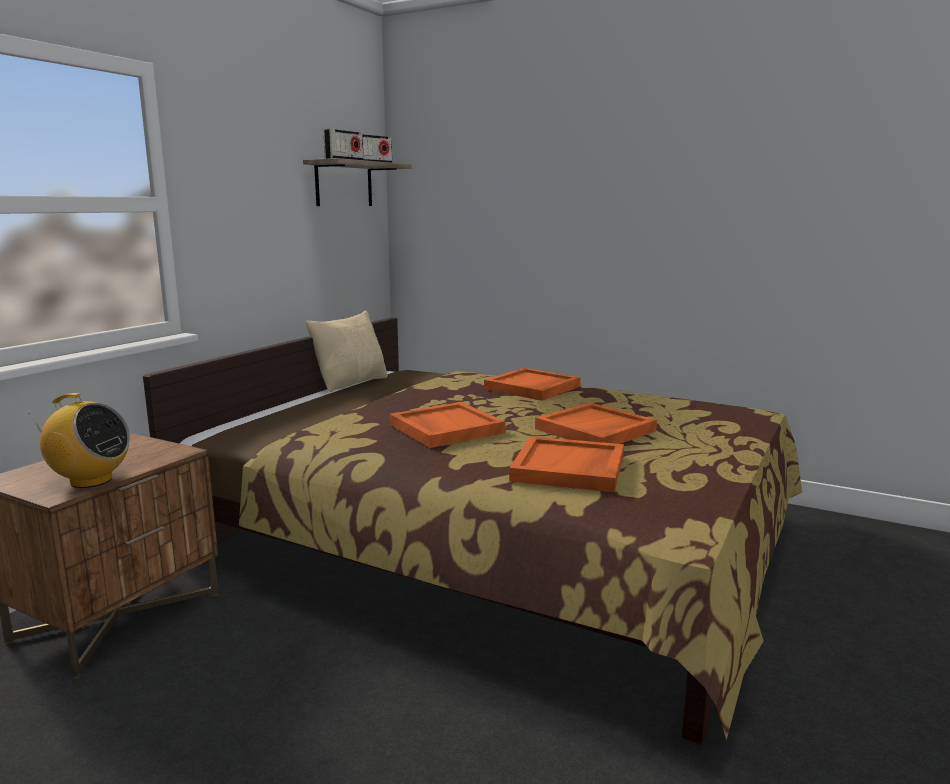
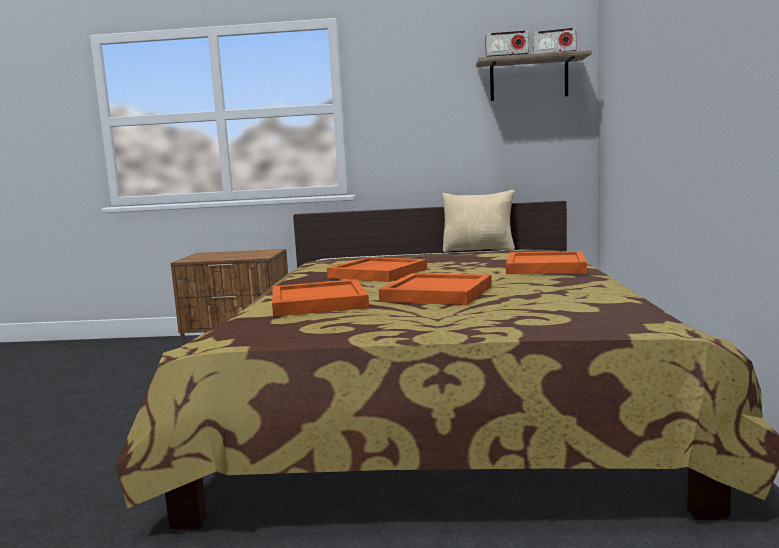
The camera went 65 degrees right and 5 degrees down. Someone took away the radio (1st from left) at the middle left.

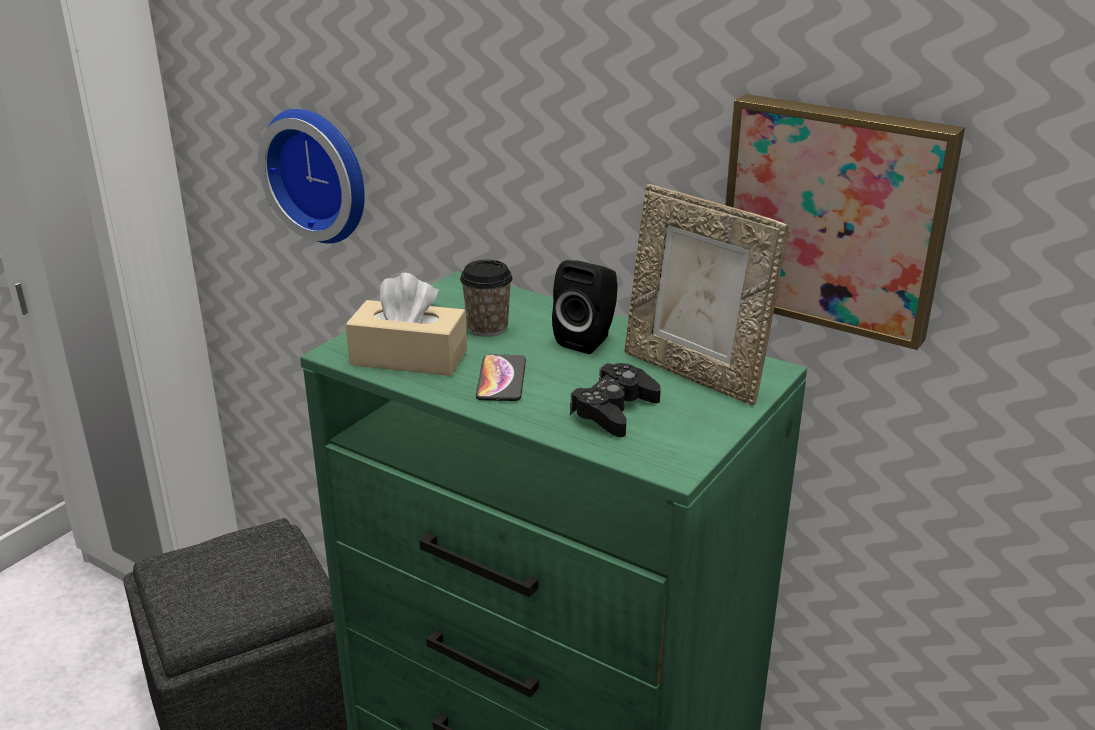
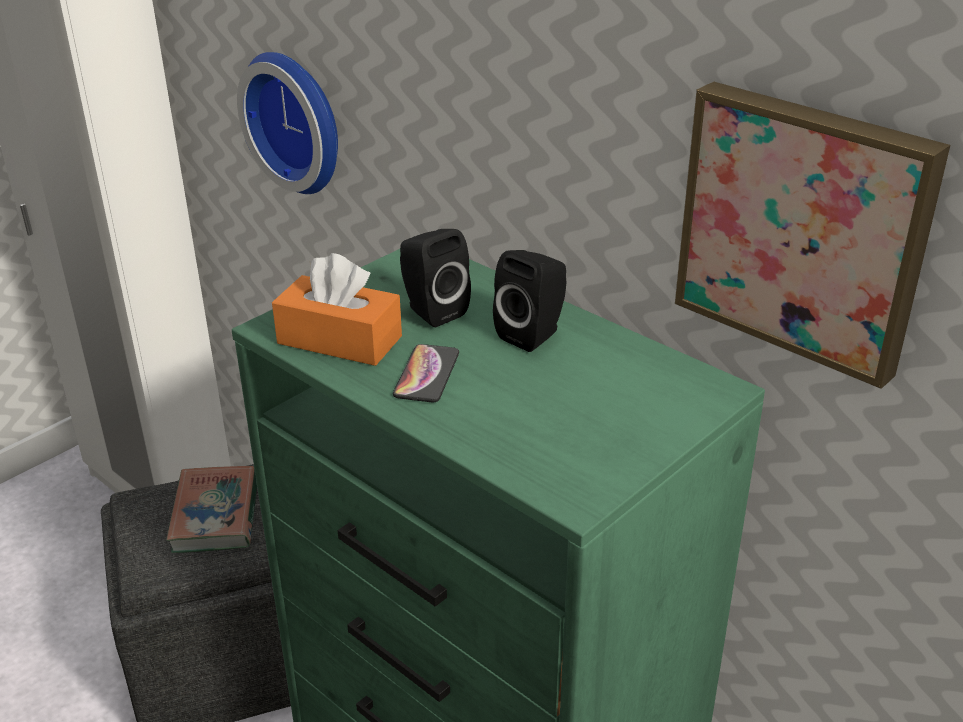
The camera went 10 degrees right and 5 degrees up. Someone repainted the tissue box in beige at the centre, which became the tissue box in orange at the centre. Someone swapped the cup at the centre for the speaker in black (1st from left) at the centre. Someone took away the game controller in black at the centre. Someone took away the picture frame at the centre. Someone put down the book at the bottom left.

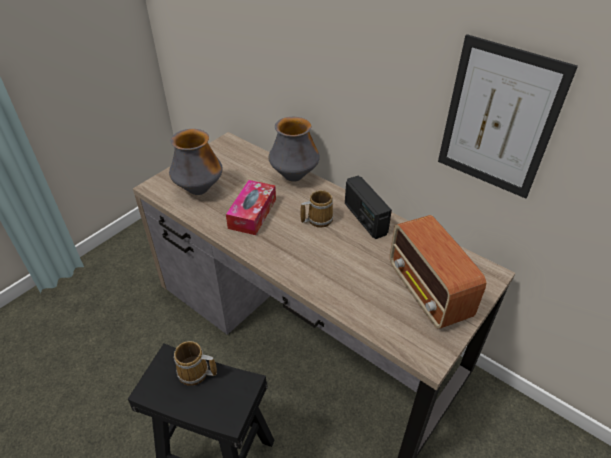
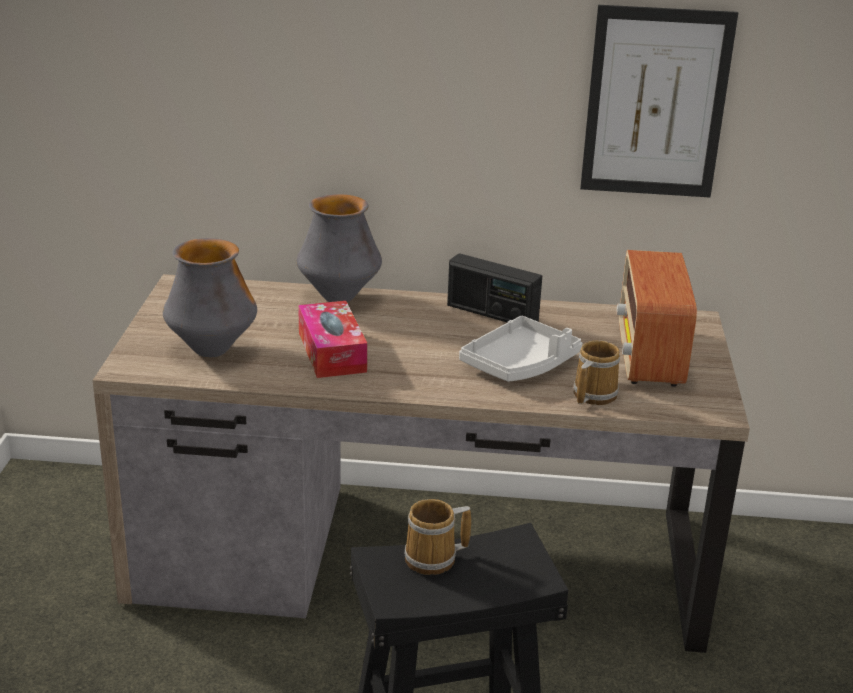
The camera went 35 degrees left and 15 degrees down. Someone carried the mug (2nd from left) from the centre to the middle right. Someone rotated the radio (2nd from left) at the middle right by 60 degrees clockwise. Someone put down the tray in grey at the centre.

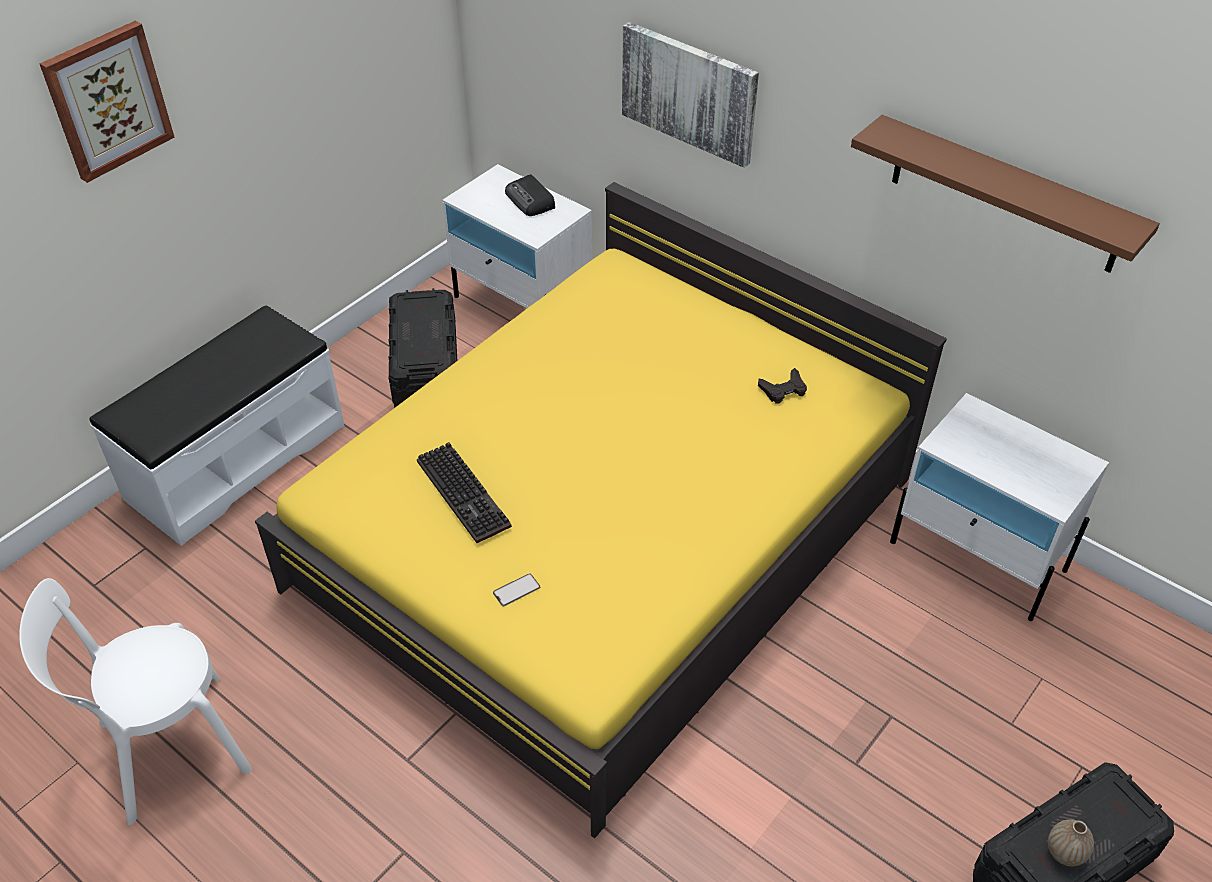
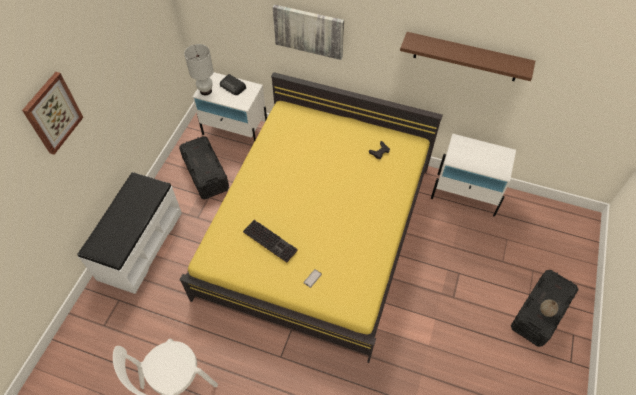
The camera went 20 degrees left and 10 degrees up. Someone put down the table lamp in white at the top left.

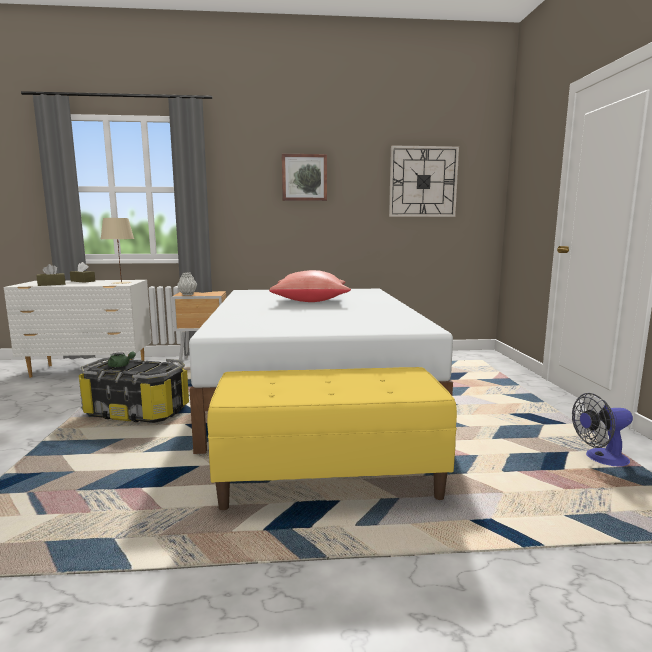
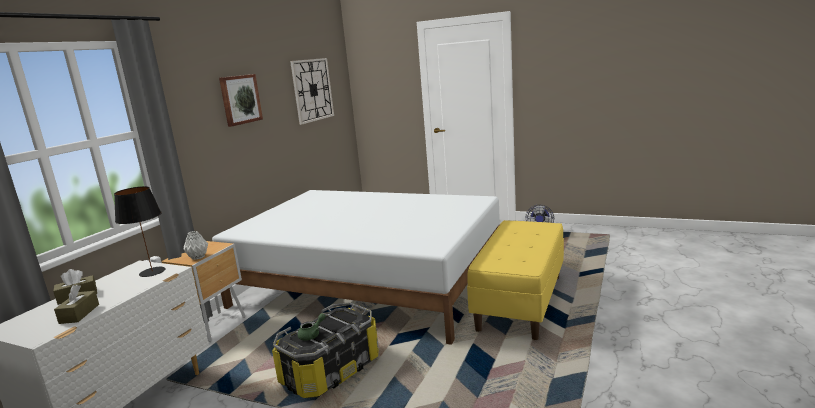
The camera went 60 degrees left and 5 degrees up. Someone repainted the table lamp in beige at the middle left, which became the table lamp in black at the middle left. Someone took away the pillow in red at the centre.

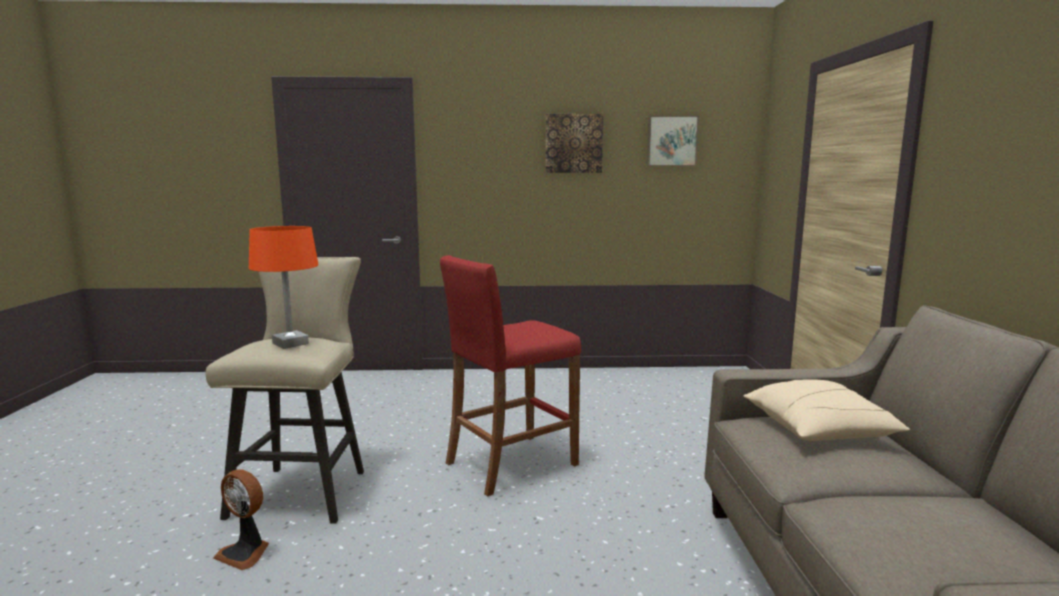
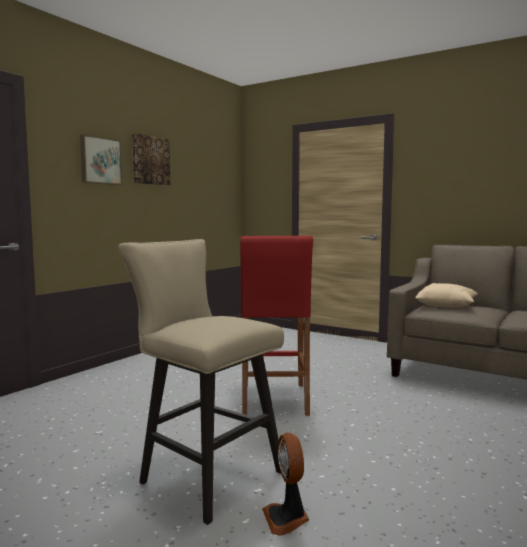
The camera went 55 degrees left and 5 degrees down. Someone rotated the fan at the bottom left by 105 degrees clockwise. Someone took away the table lamp in orange at the middle left. Someone carried the picture (2nd from left in the first image) from the top centre to the top left.

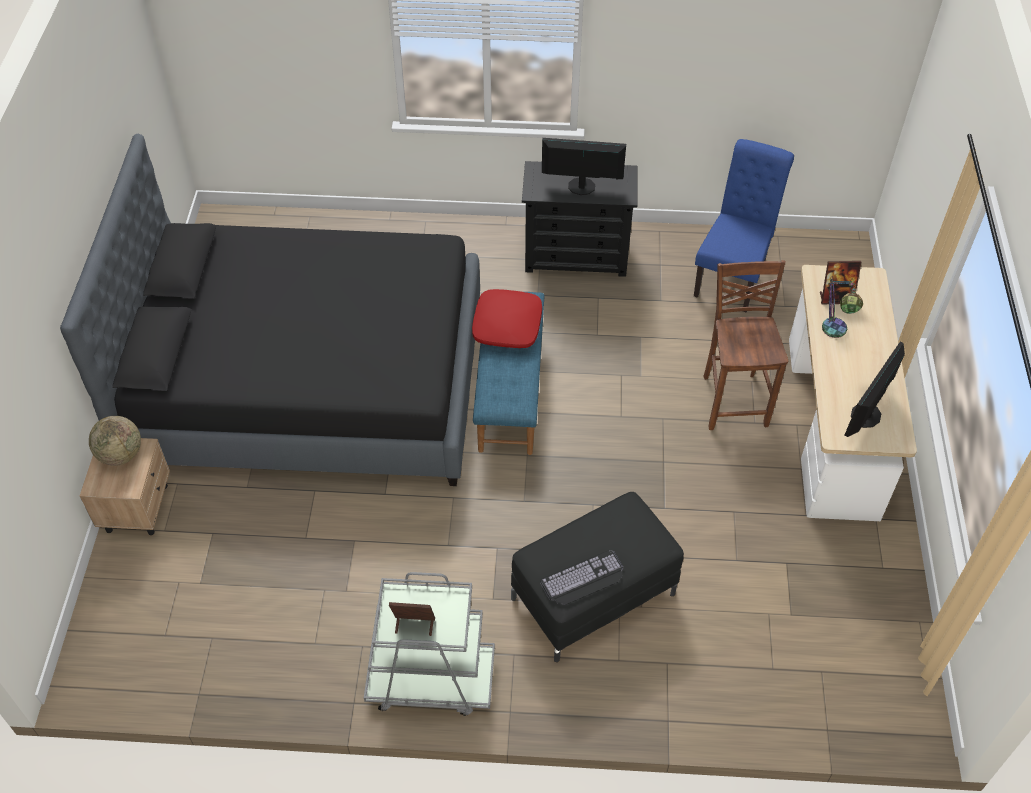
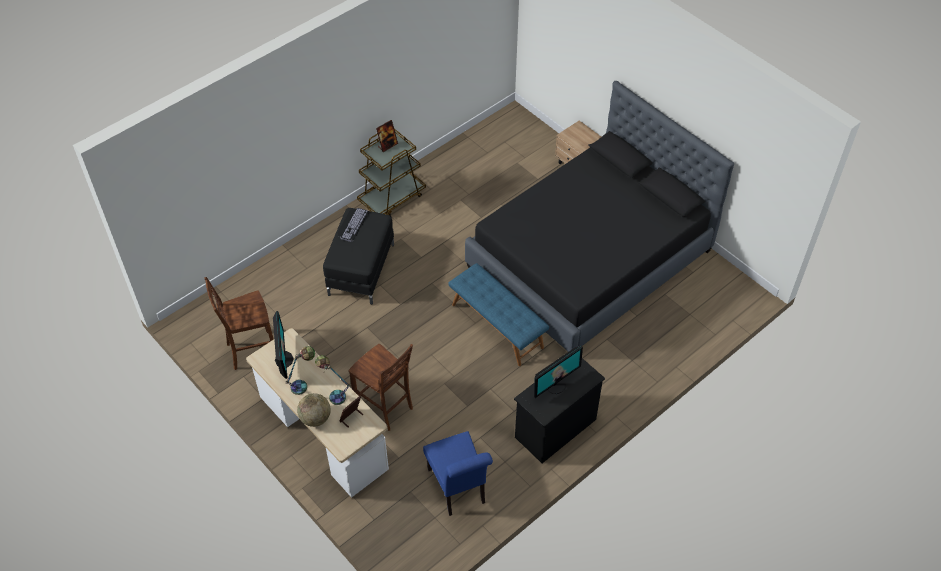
The camera went 135 degrees right and 0 degrees up. Someone carried the globe from the middle left to the bottom centre. Someone repainted the cart in grey at the bottom centre, which became the cart in brown at the top centre. Someone took away the pillow in red at the centre. Someone put down the chair in brown (1st from left) at the middle left. Someone put down the table lamp (1st from left) at the middle left.

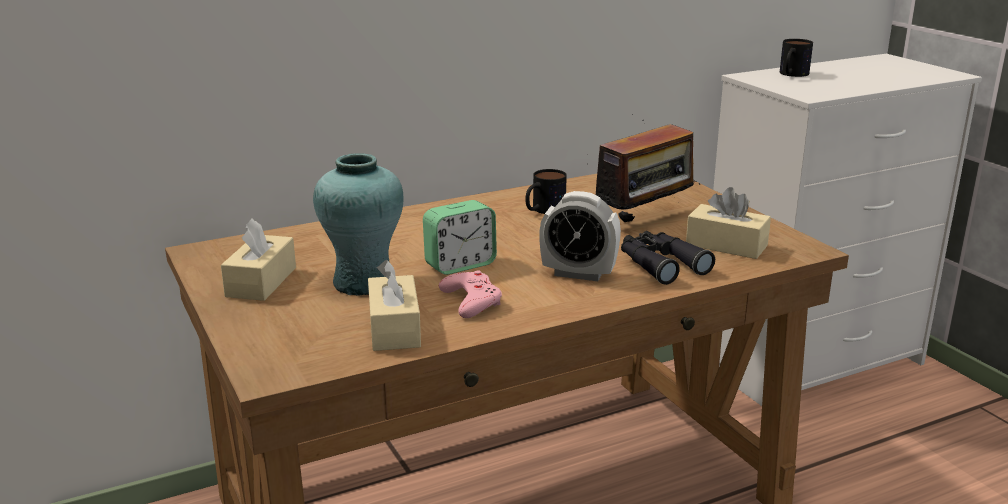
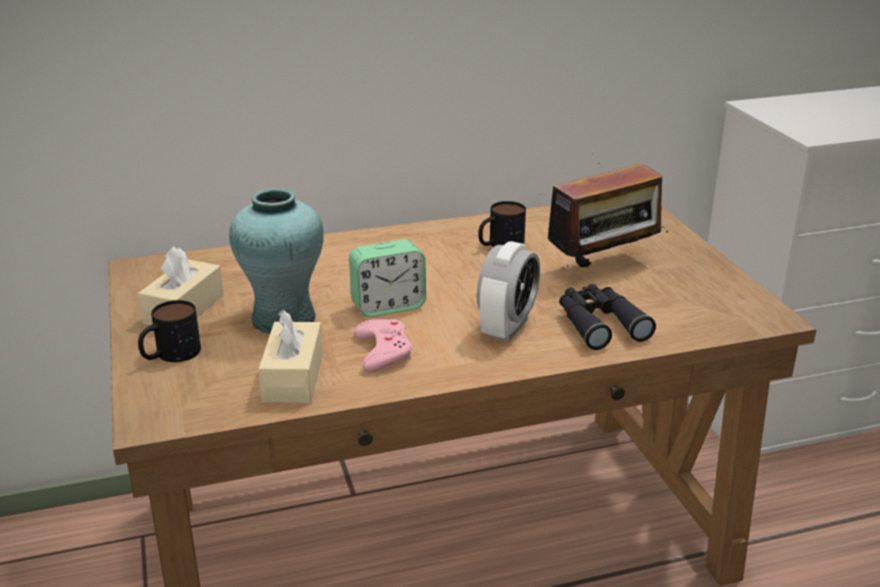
The camera went 10 degrees right and 5 degrees up. Someone rotated the alarm clock (2nd from left) at the centre by 90 degrees counterclockwise. Someone took away the tissue box in beige (3rd from left) at the middle right. Someone carried the mug (2nd from left in the first image) from the top right to the middle left.

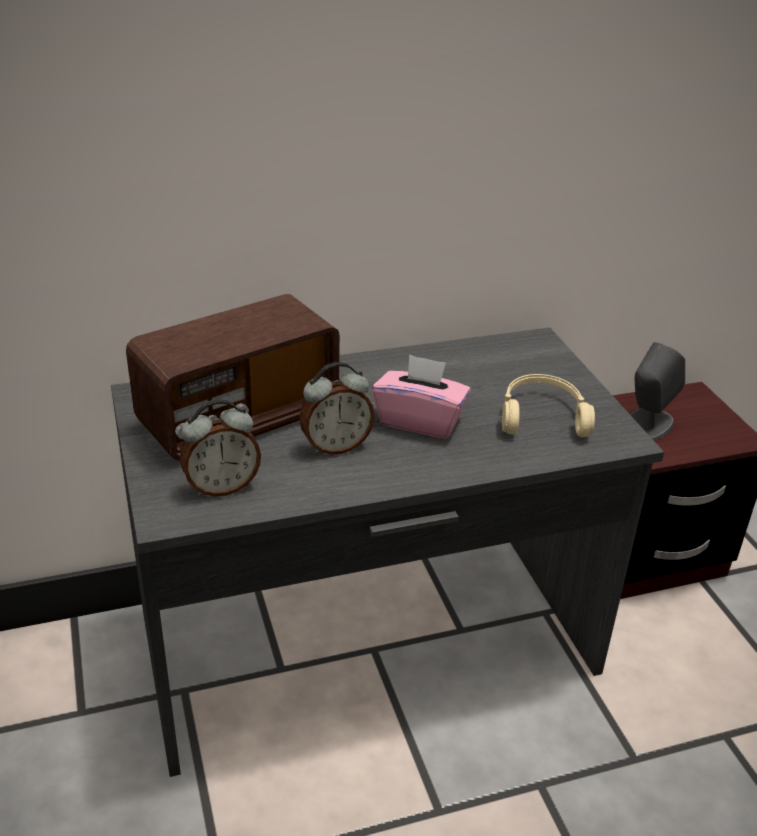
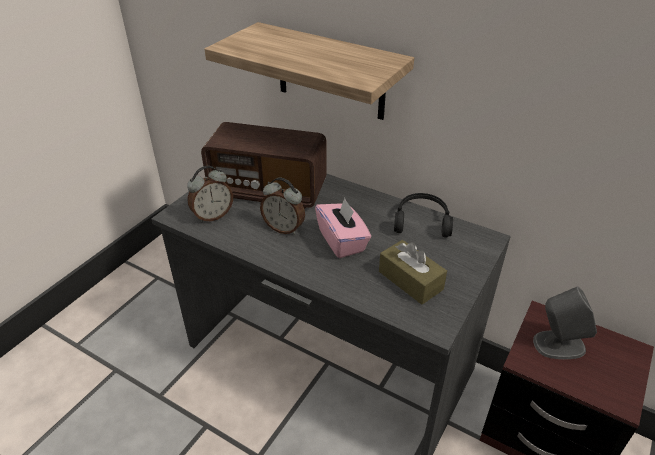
The camera went 50 degrees right and 5 degrees up. Someone rotated the alarm clock (1st from left) at the middle left by 60 degrees counterclockwise. Someone swapped the headphones in beige at the middle right for the tissue box in brown at the centre. Someone put up the shelf at the top centre. Someone put down the headphones in black at the centre.

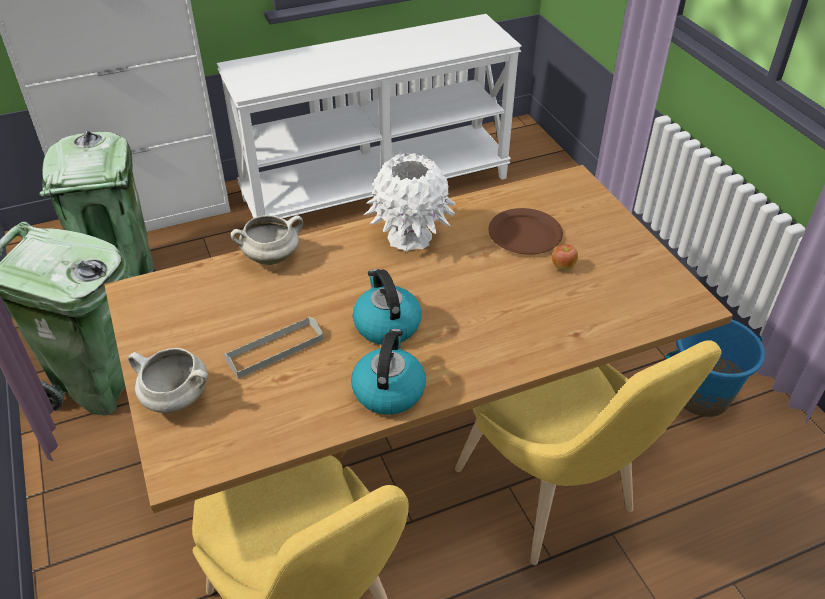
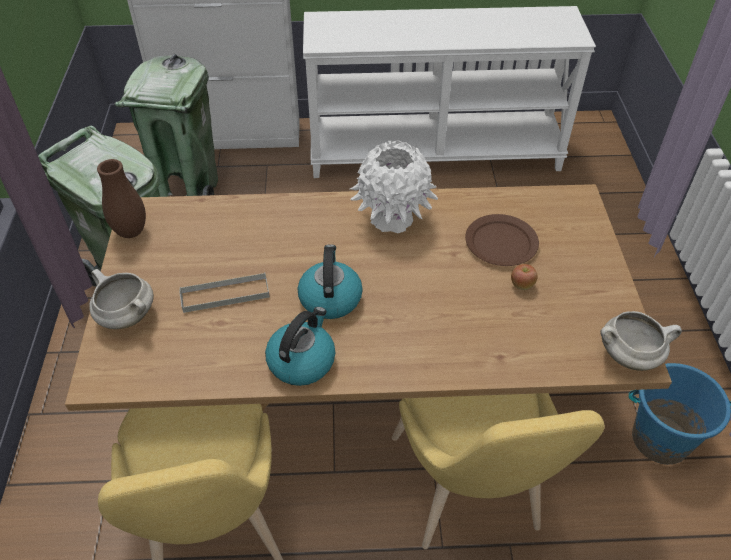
The camera went 20 degrees right and 5 degrees up. Someone carried the cooking pot in white (2nd from left) from the middle left to the middle right. Someone put down the vase in brown at the middle left.

